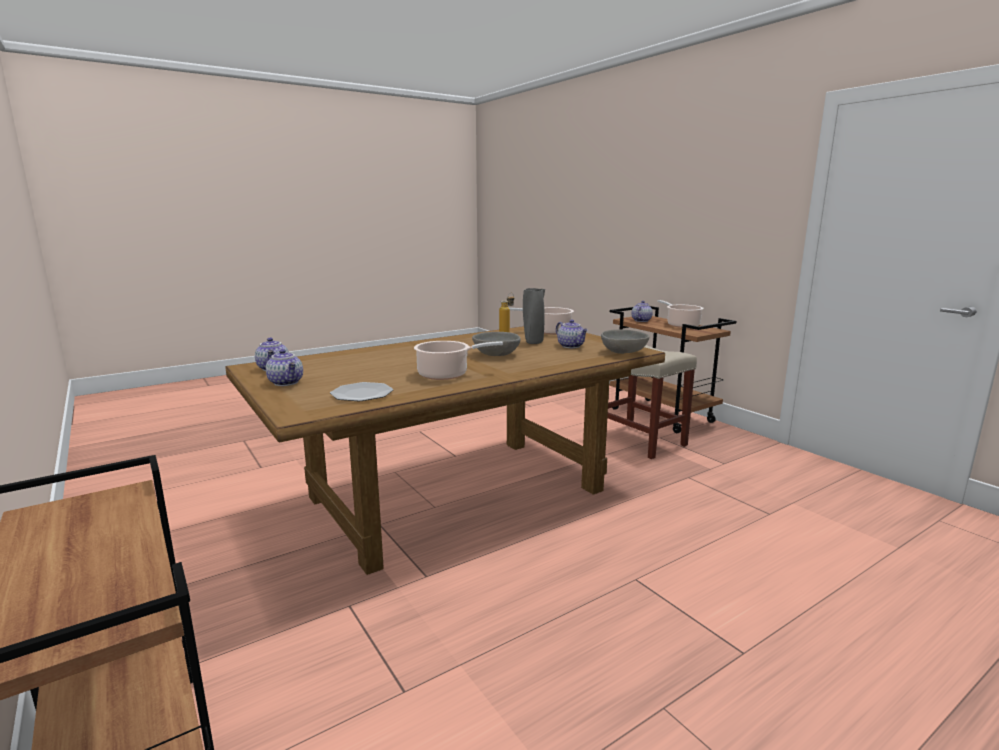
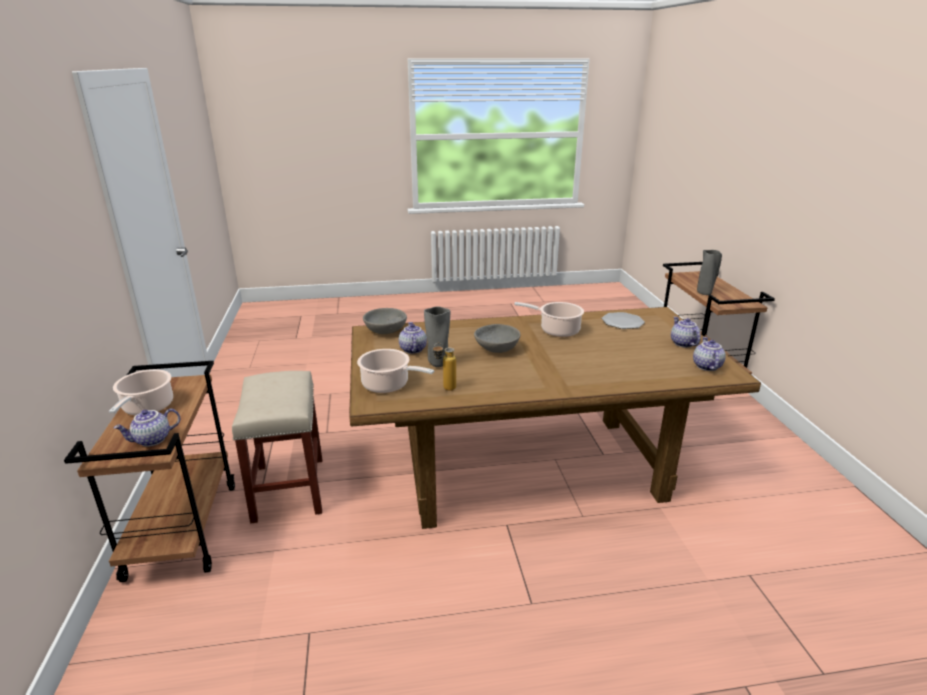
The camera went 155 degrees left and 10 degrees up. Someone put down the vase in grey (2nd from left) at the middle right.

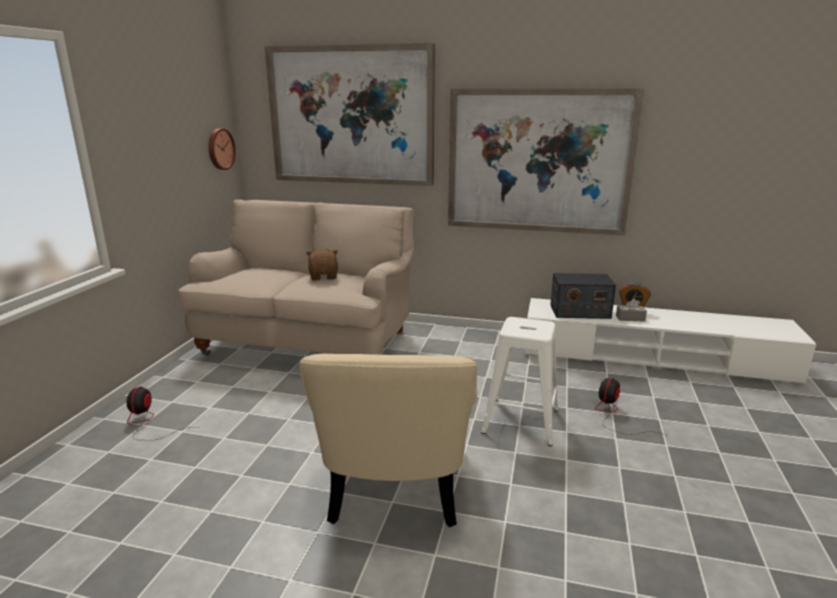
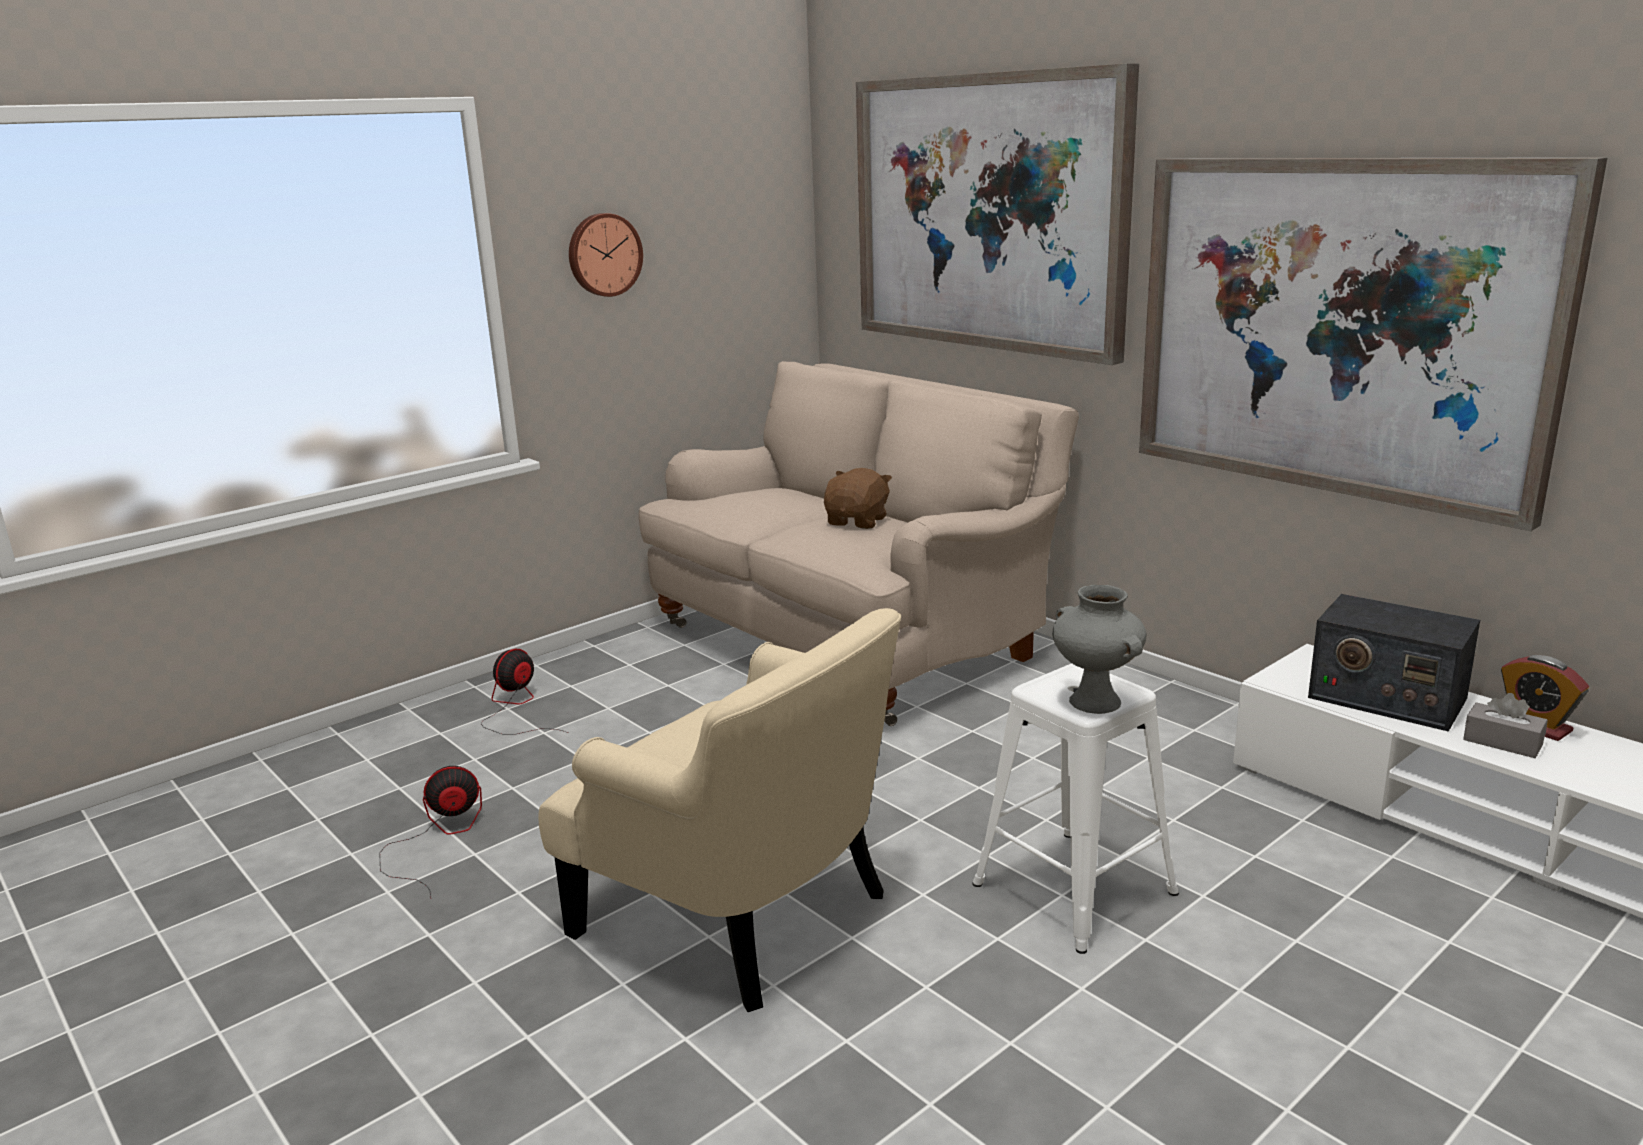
The camera went 35 degrees right and 0 degrees up. Someone carried the wall clock from the top left to the top centre. Someone rotated the armchair in beige at the bottom centre by 90 degrees counterclockwise. Someone carried the fan (2nd from left in the first image) from the bottom right to the bottom left. Someone put down the vase in grey at the middle right.

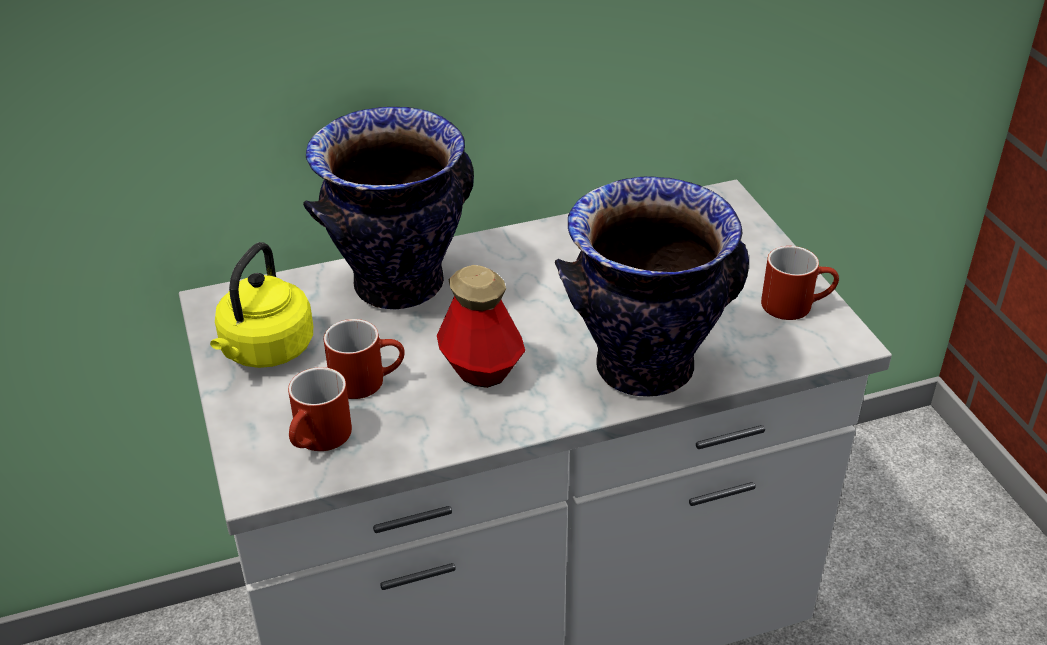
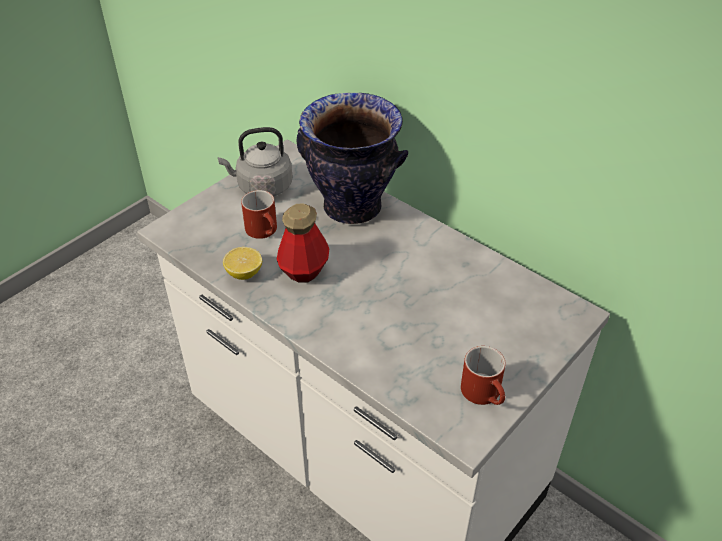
The camera went 60 degrees right and 5 degrees up. Someone repainted the kettle in yellow at the middle left, which became the kettle in grey at the top centre. Someone took away the mug in red (1st from left) at the middle left. Someone took away the vase (2nd from left) at the centre. Someone put down the lemon at the centre.

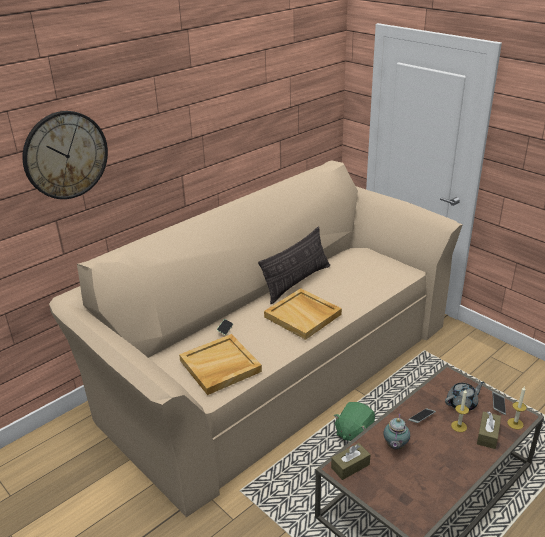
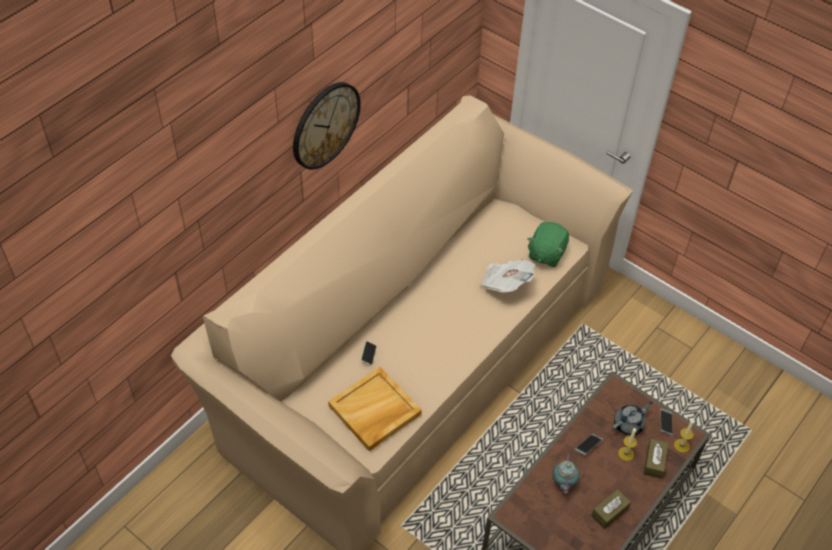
The camera went 10 degrees left and 20 degrees up. Someone carried the wall clock from the top left to the top centre. Someone took away the pillow at the centre. Someone took away the tray in beige (2nd from left) at the centre. Someone carried the tissue box in brown (1st from left) from the bottom centre to the bottom right. Someone carried the plush toy in green from the bottom centre to the centre. Someone put down the newspaper at the centre.

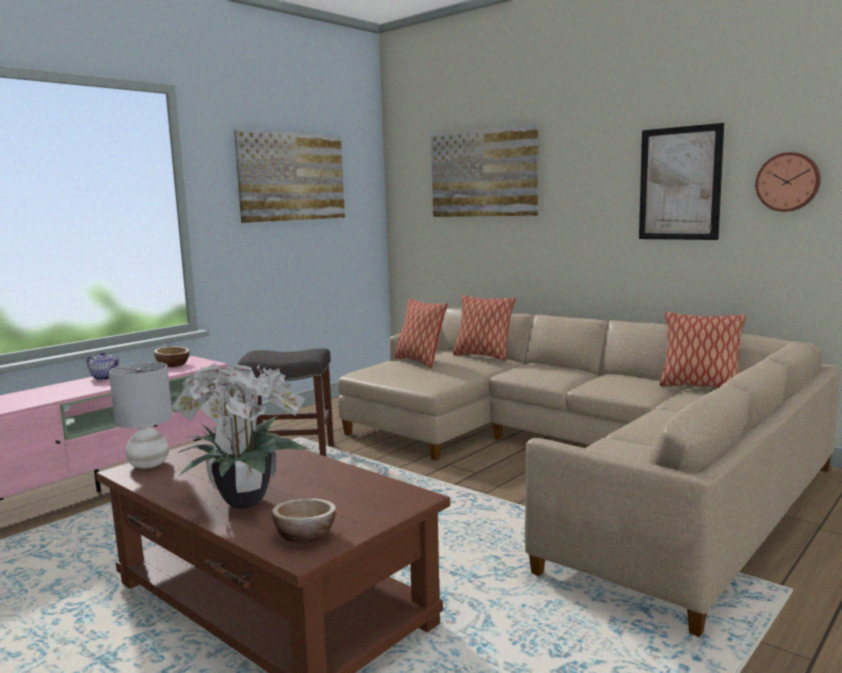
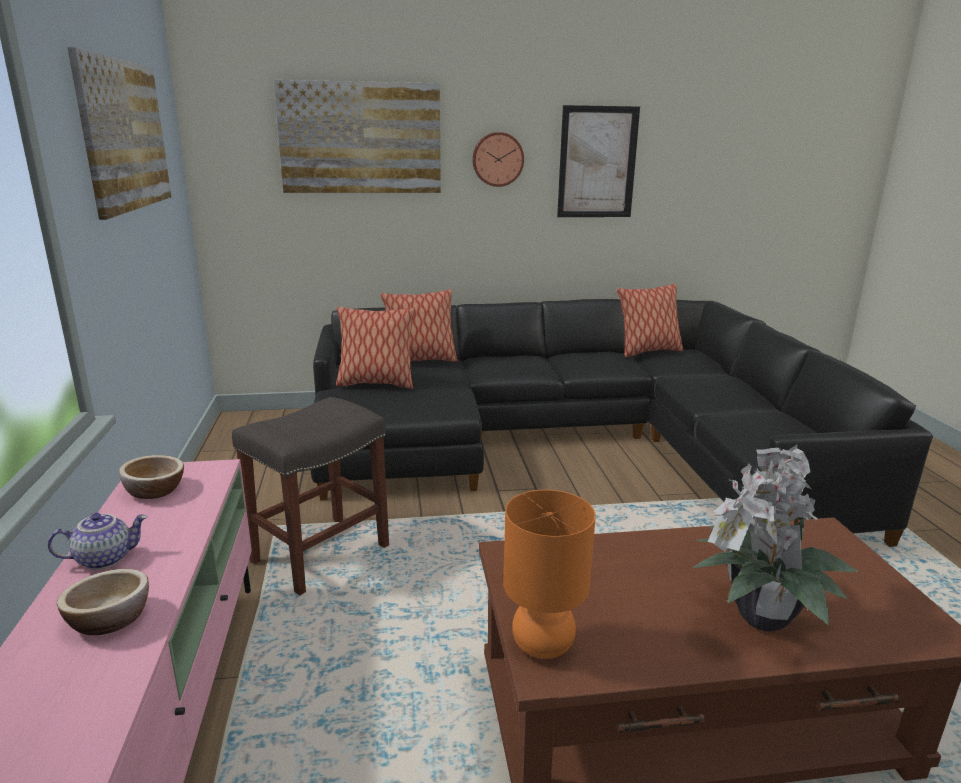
The camera went 50 degrees left and 10 degrees up. Someone repainted the table lamp in grey at the middle left, which became the table lamp in orange at the bottom centre. Someone carried the bowl (2nd from left in the first image) from the bottom centre to the bottom left. Someone repainted the sofa in beige at the bottom right, which became the sofa in black at the centre. Someone carried the wall clock from the top right to the top centre.

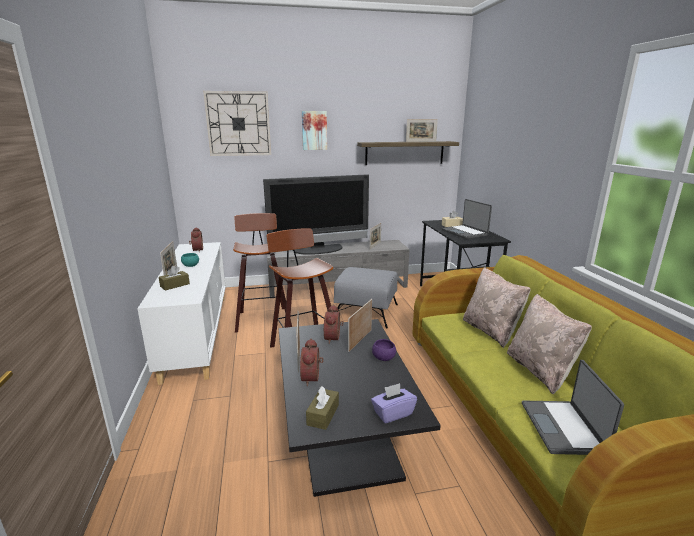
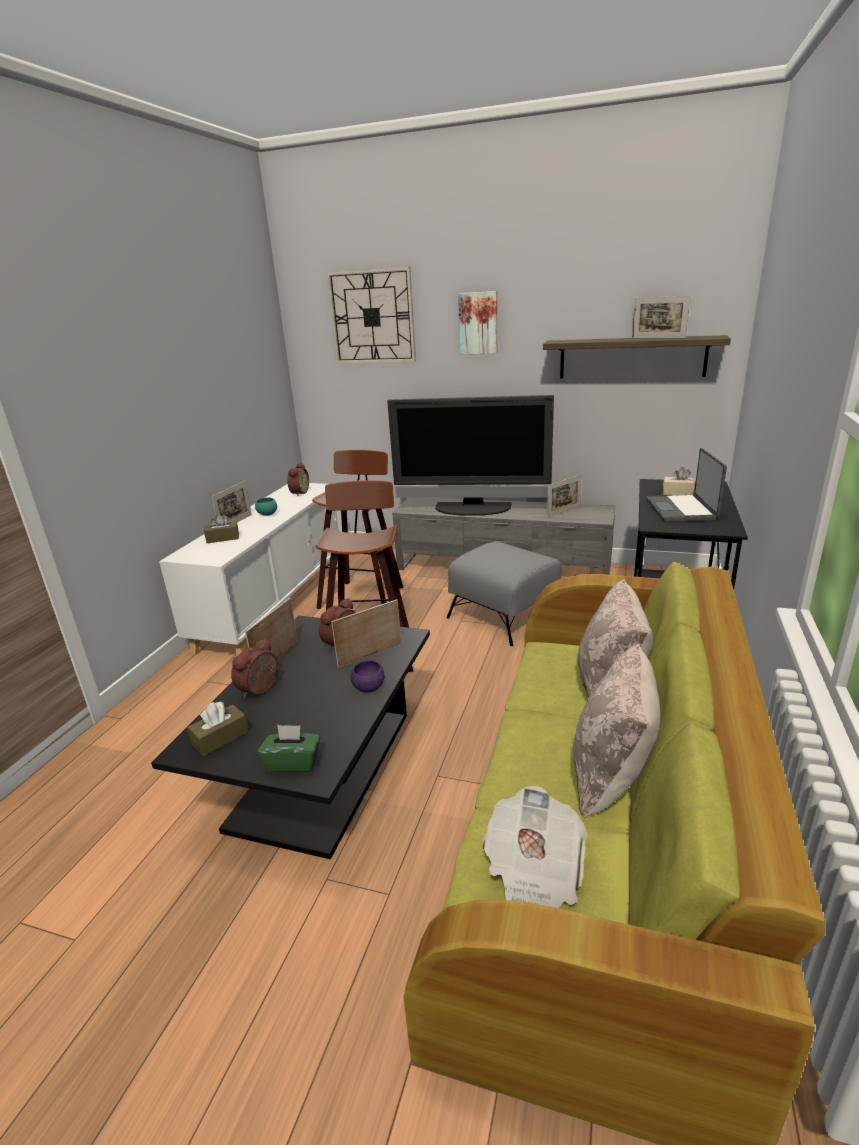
The camera went 30 degrees right and 5 degrees up. Someone repainted the tissue box in purple at the bottom centre, which became the tissue box in green at the centre. Someone swapped the laptop (2nd from left) at the bottom right for the newspaper at the bottom centre.

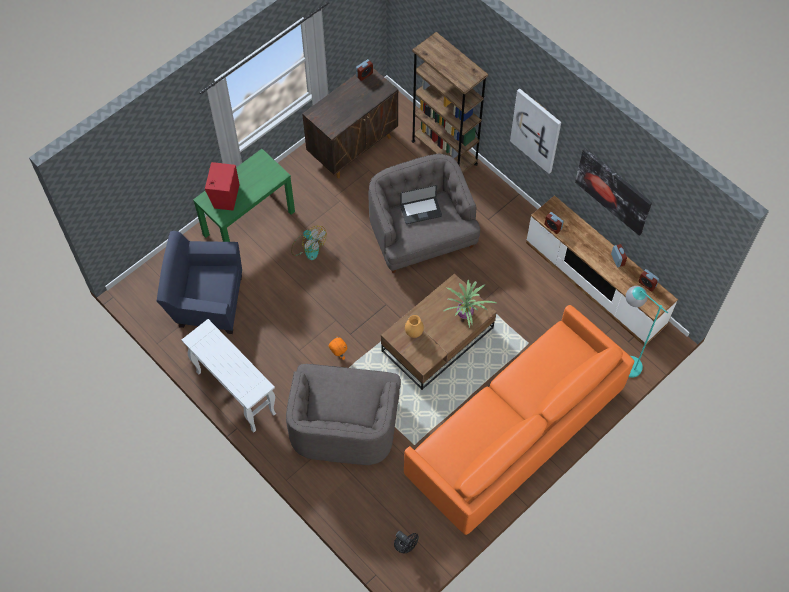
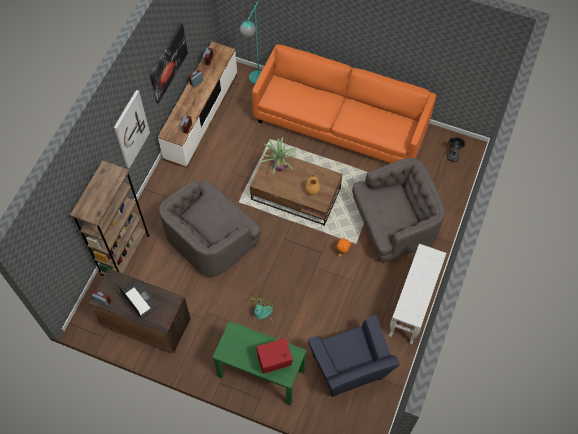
The camera went 115 degrees left and 0 degrees up. Someone carried the laptop from the centre to the bottom left.

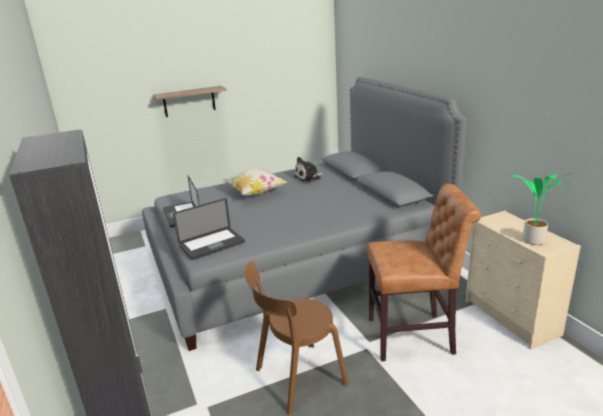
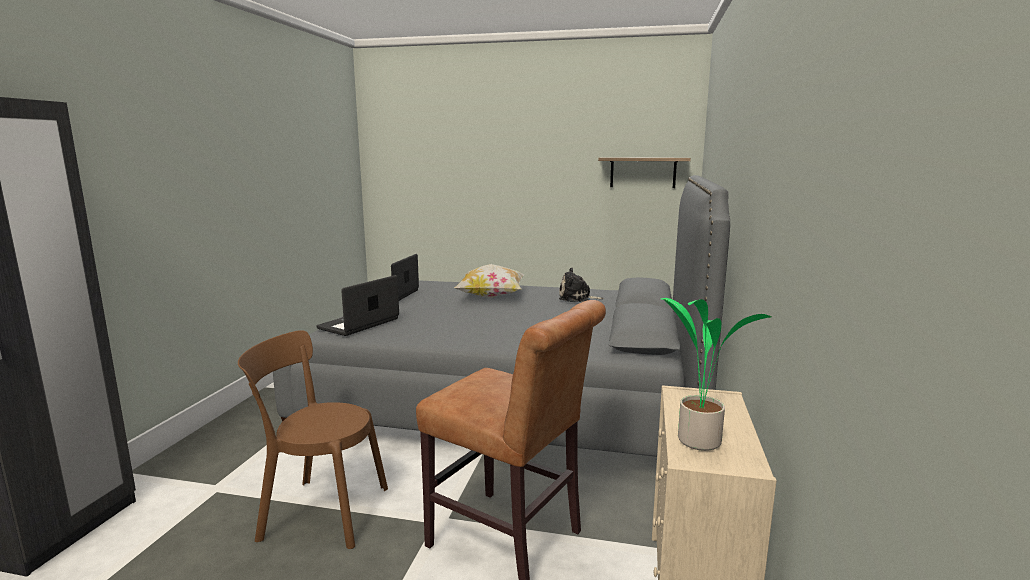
The camera went 35 degrees right and 10 degrees down. Someone carried the shelf from the top left to the top centre. Someone rotated the laptop (2nd from left in the first image) at the centre by 120 degrees clockwise.

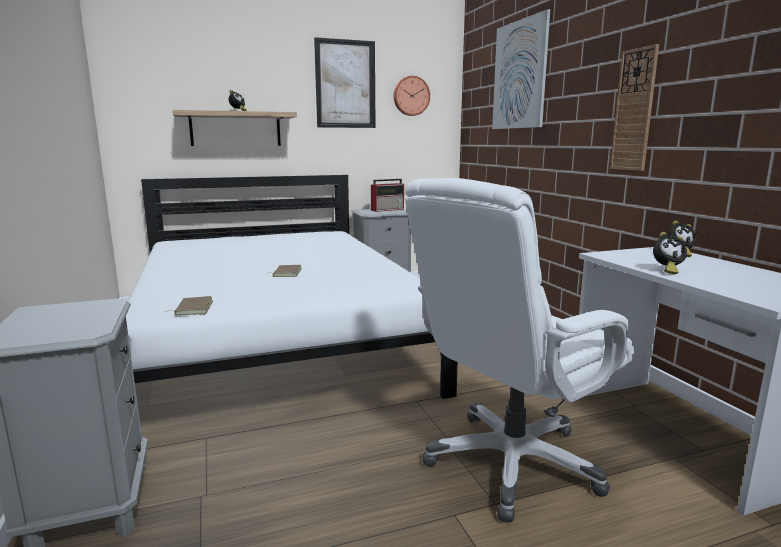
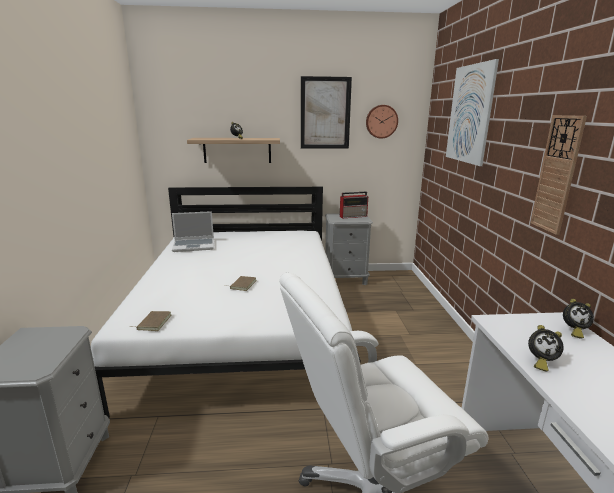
The camera went 15 degrees right and 5 degrees up. Someone put down the laptop at the middle left.

